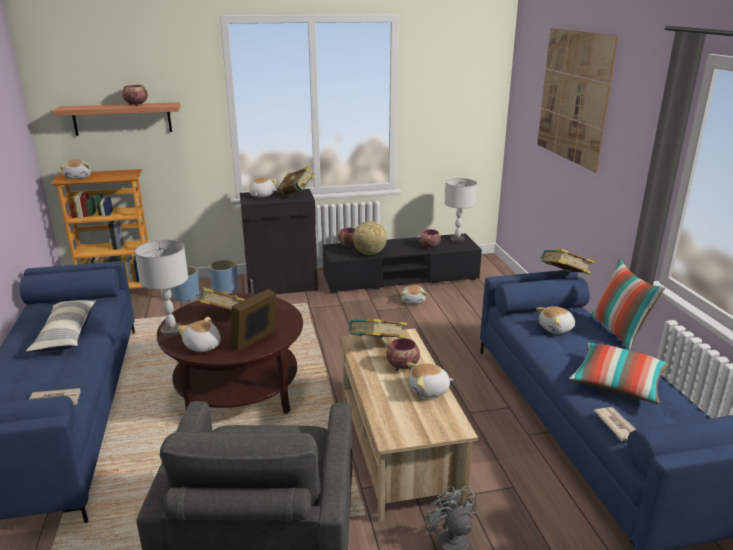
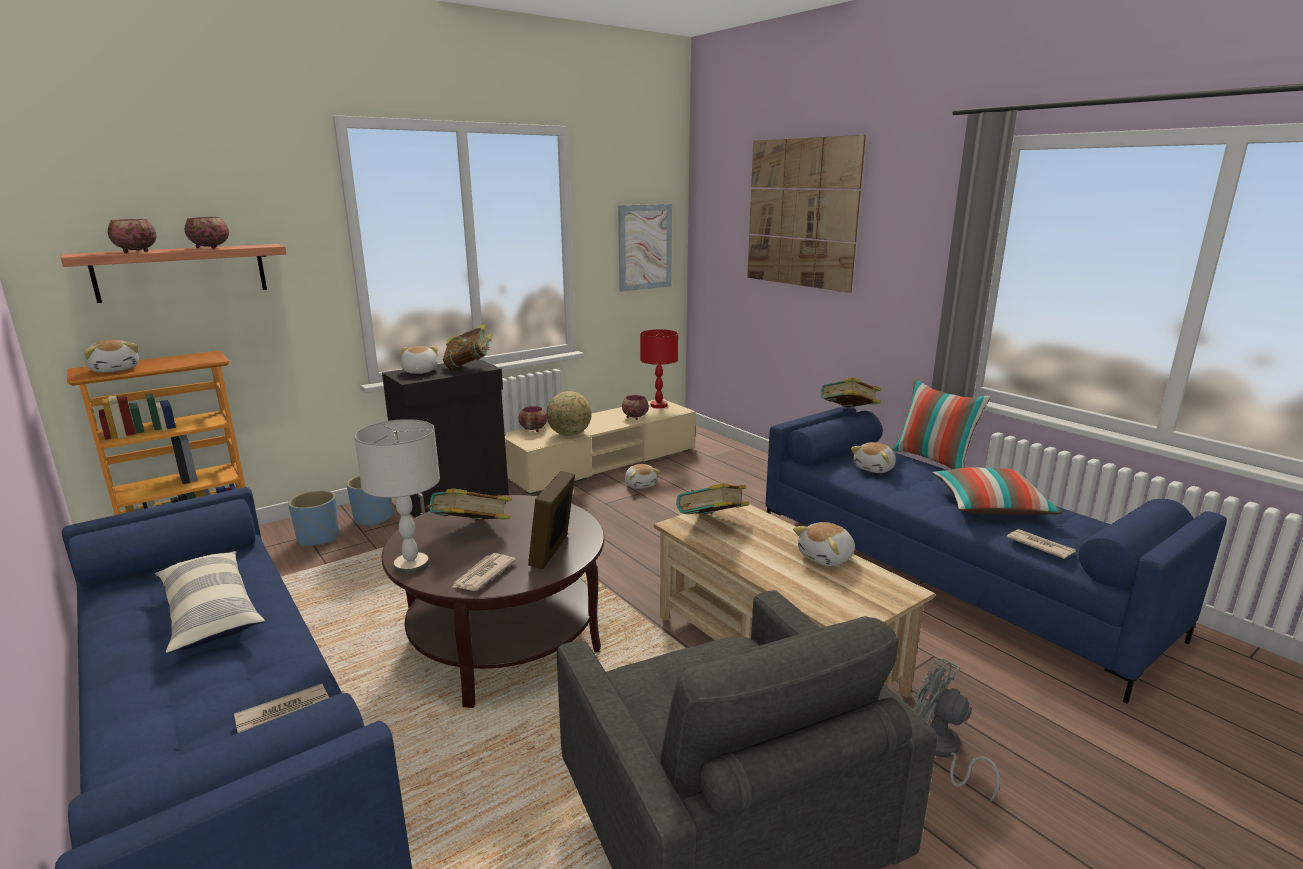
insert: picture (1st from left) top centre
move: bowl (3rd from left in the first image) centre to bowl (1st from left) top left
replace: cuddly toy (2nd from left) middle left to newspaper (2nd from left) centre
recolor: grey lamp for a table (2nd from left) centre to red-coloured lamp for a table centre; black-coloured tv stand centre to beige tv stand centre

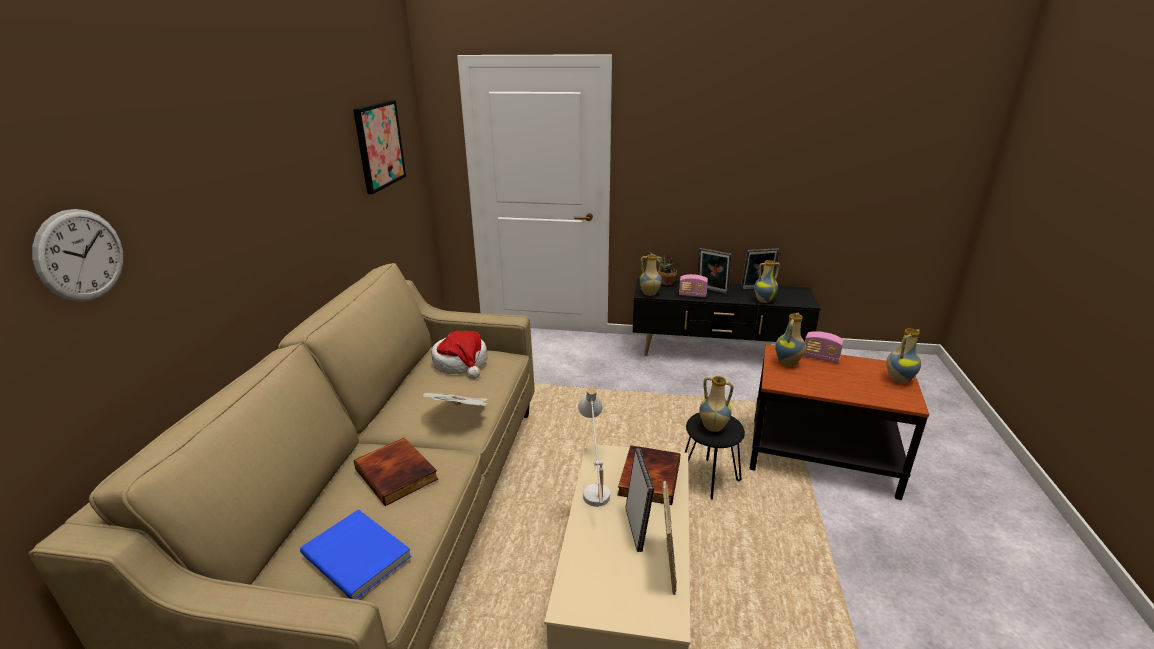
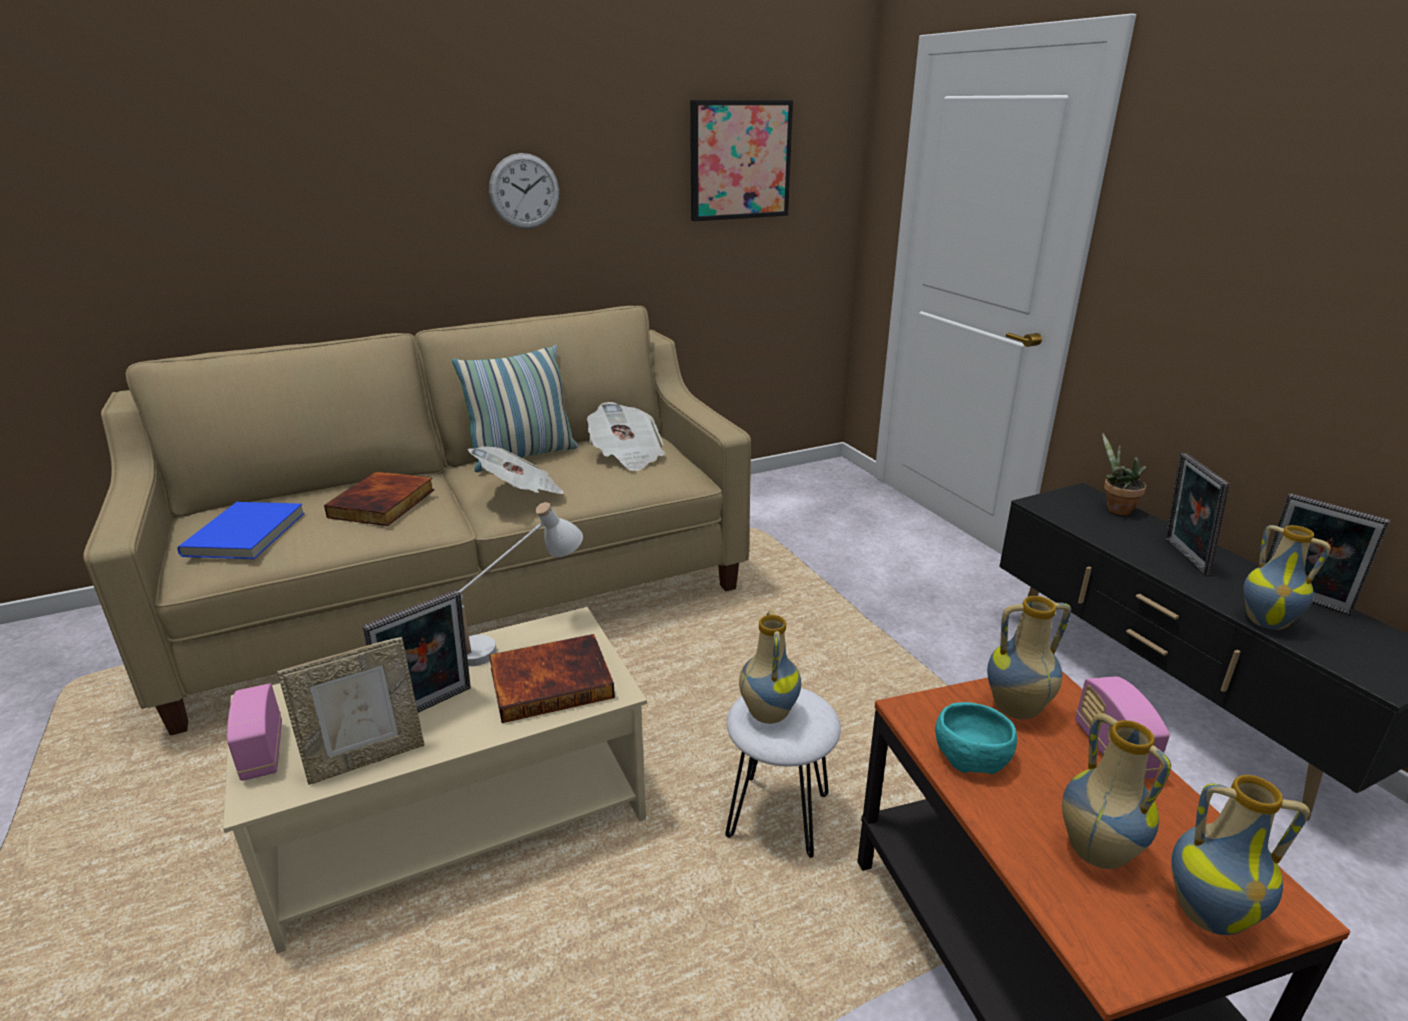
insert: throw pillow centre; turquoise-coloured bowl bottom right
move: hanging clock middle left to top centre; flower vase (1st from left in the first image) centre to flower vase (3rd from left) bottom right; radio (1st from left) centre to bottom left
replace: clothing hat centre to newspaper (2nd from left) centre
recolor: black-coloured stool bottom centre to white stool bottom centre

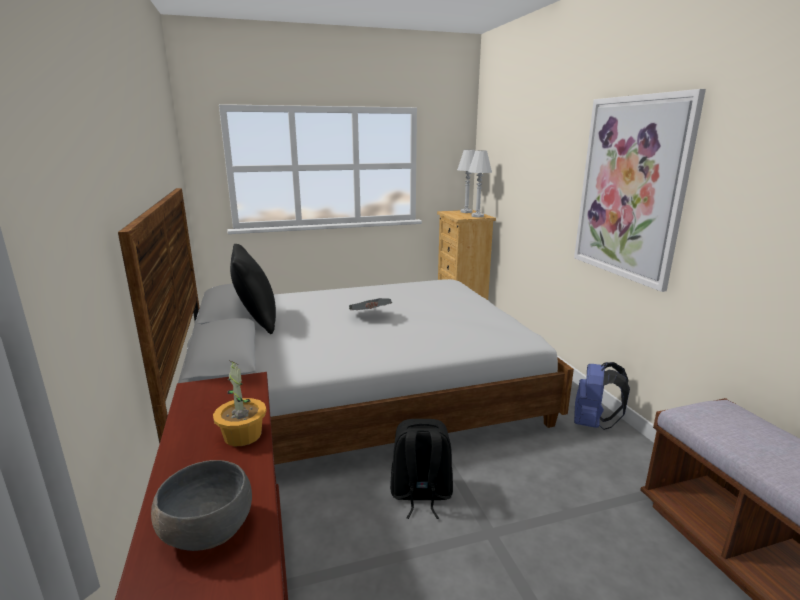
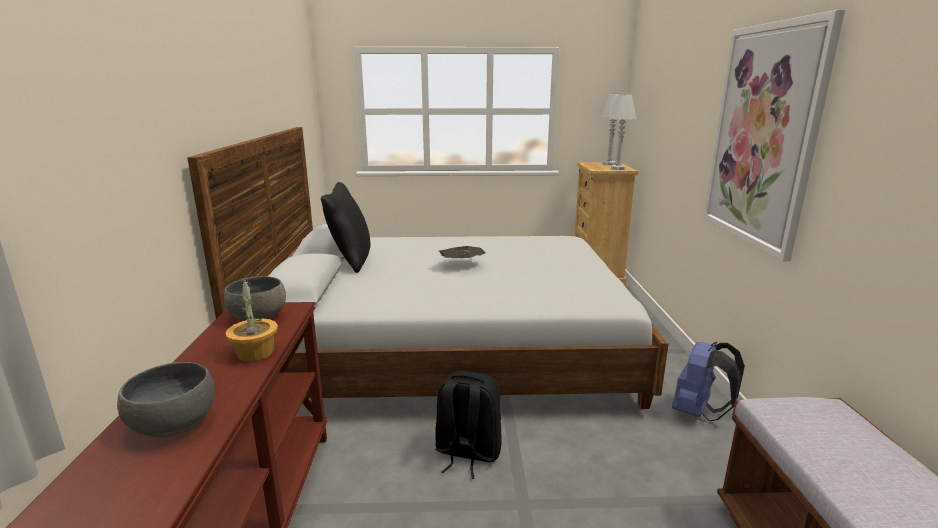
insert: grey bowl (2nd from left) middle left

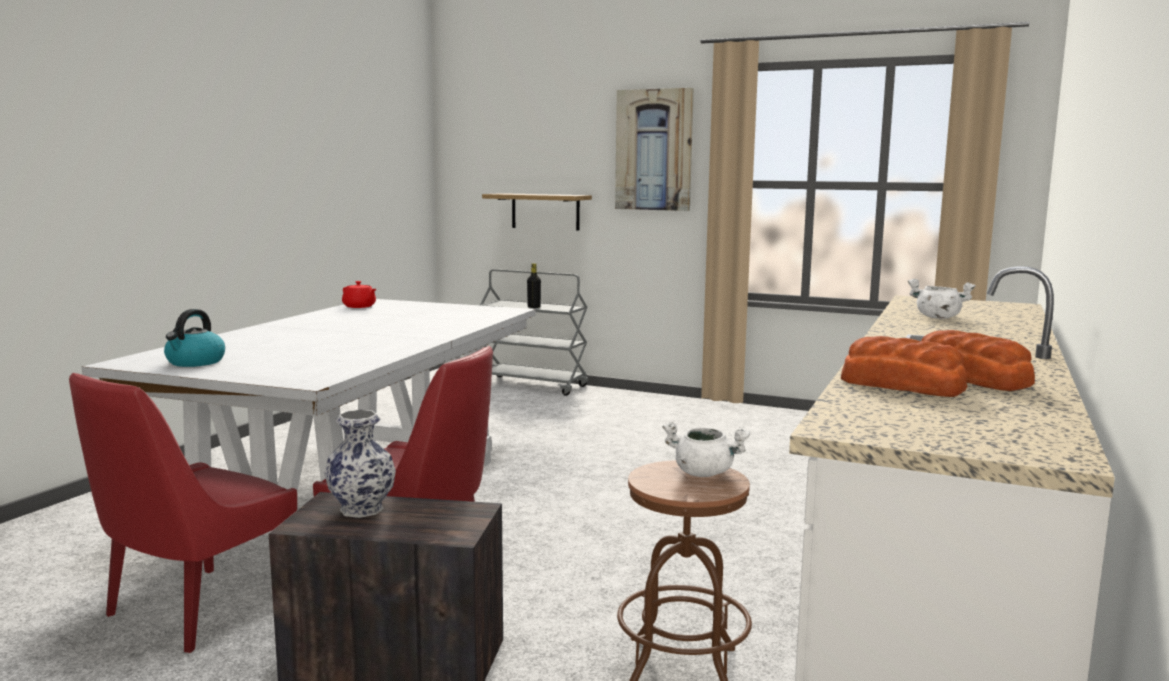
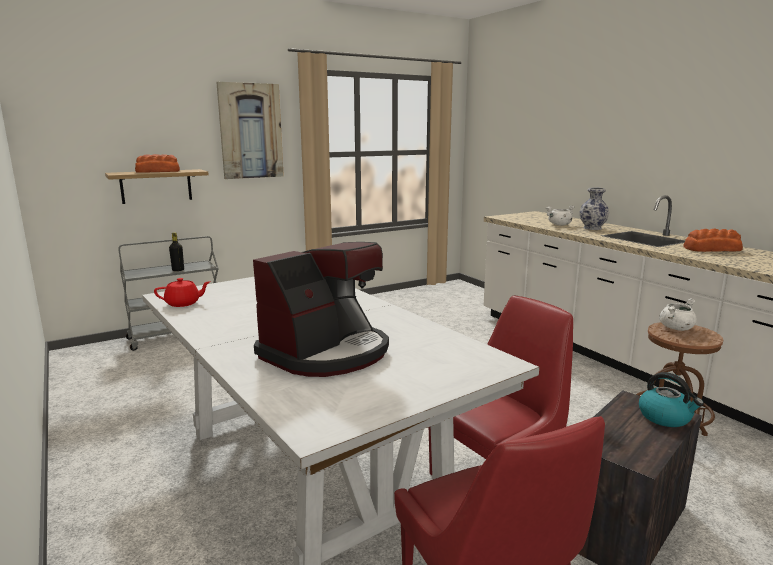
insert: coffee machine centre
move: tea kettle middle left to bottom right; bakery bread (1st from left) middle right to top left; flower vase bottom left to middle right

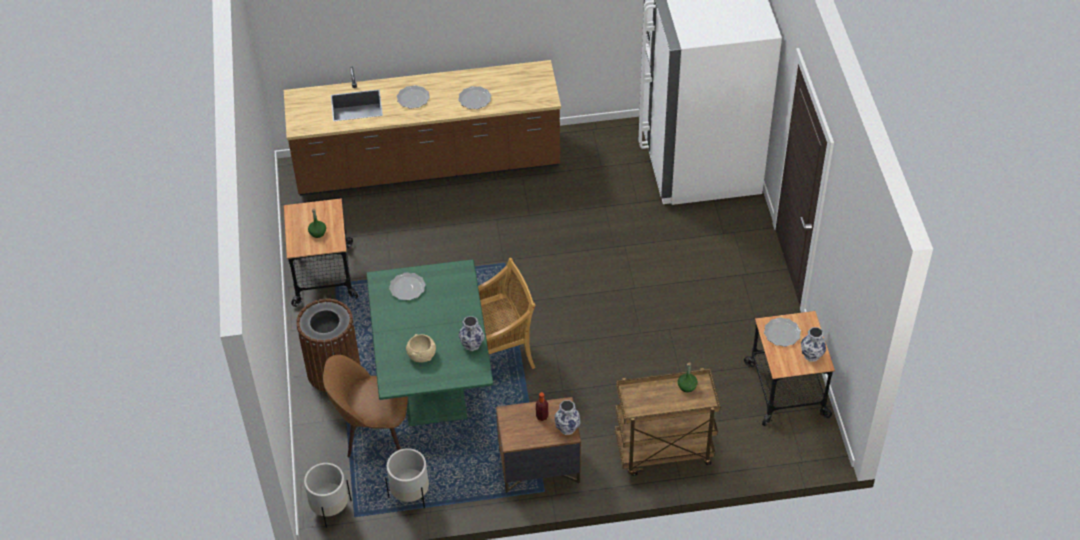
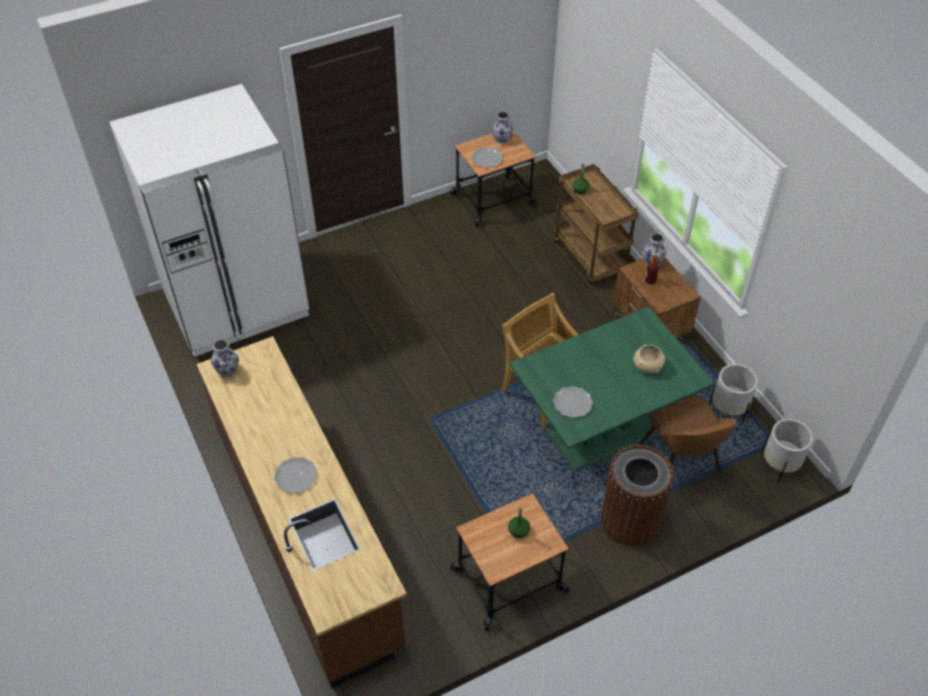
delete: dinner plate (3rd from left) top centre
move: flower vase (1st from left) centre to middle left

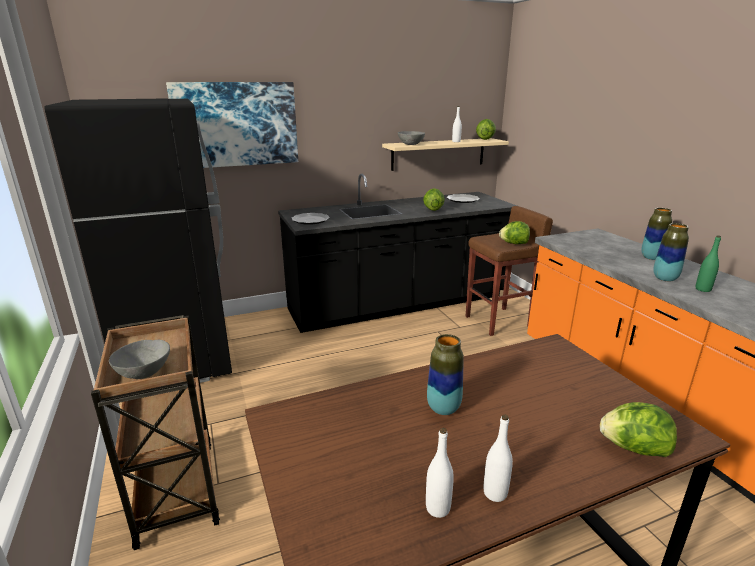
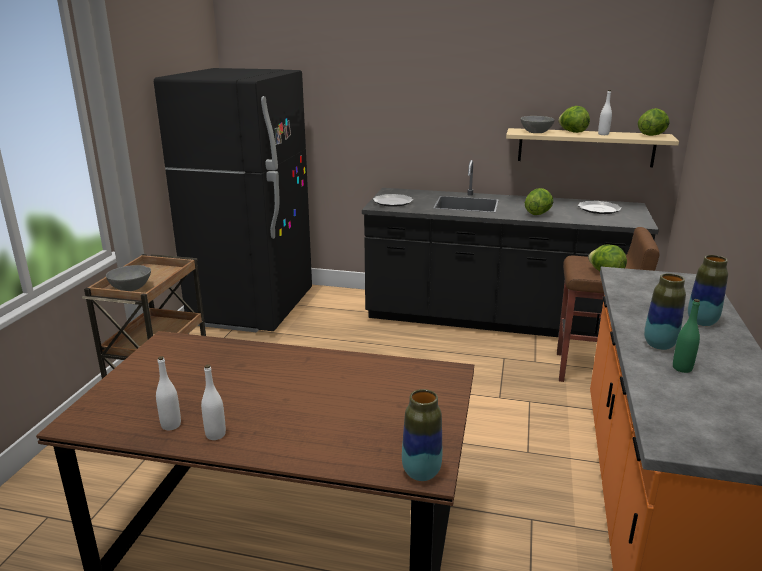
delete: picture top left
move: flower vase (1st from left) centre to bottom centre; lettuce (4th from left in the first image) bottom right to lettuce (2nd from left) top right

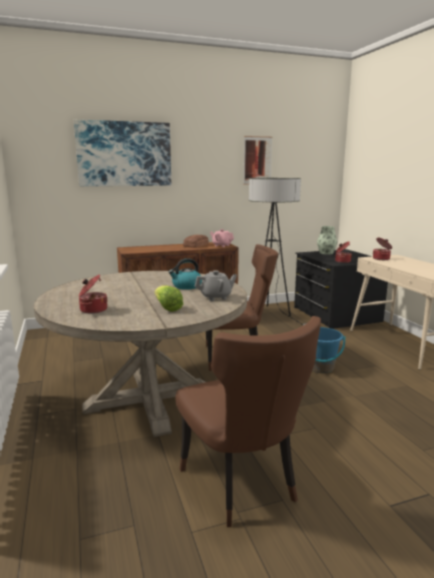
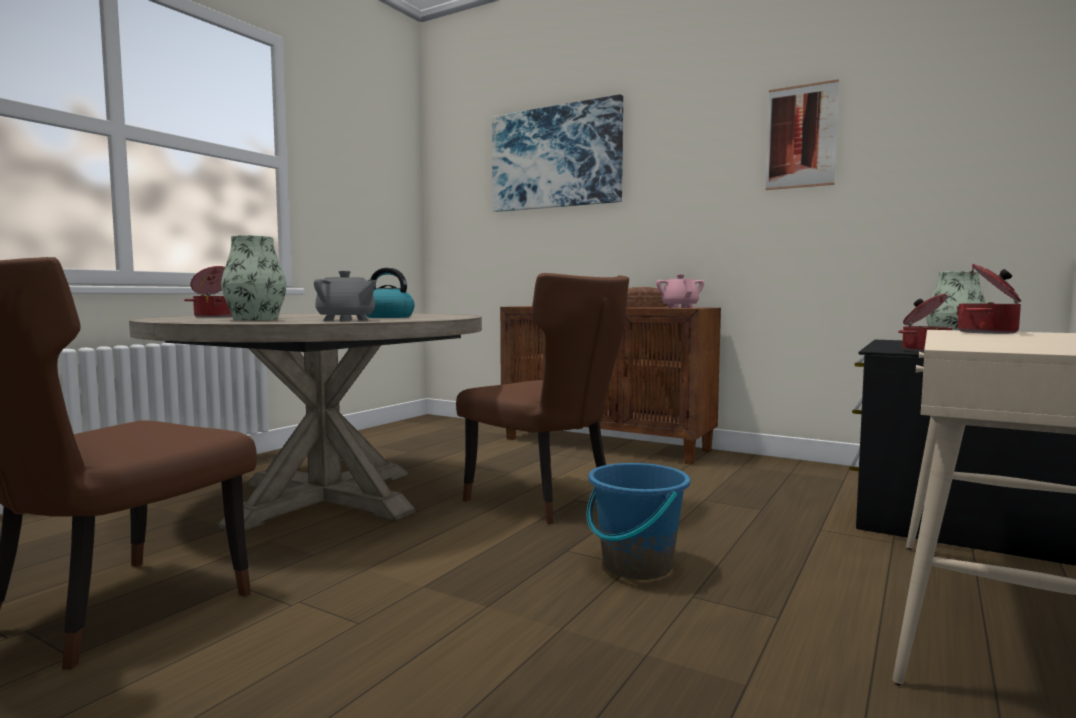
delete: floor lamp centre
replace: lettuce centre to flower vase (1st from left) middle left

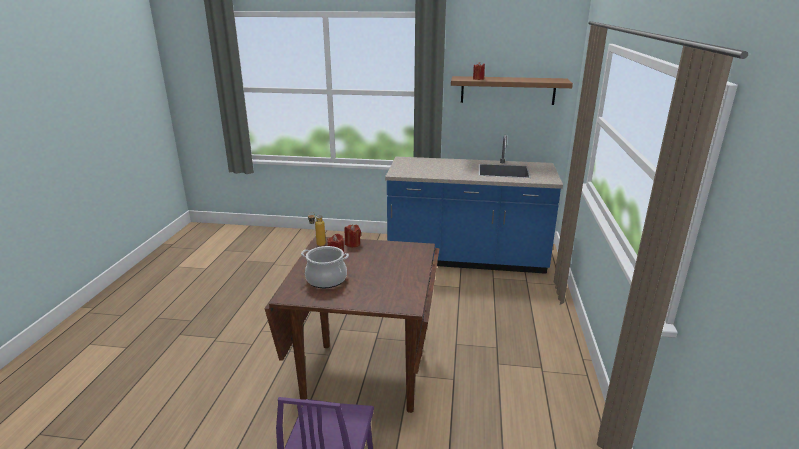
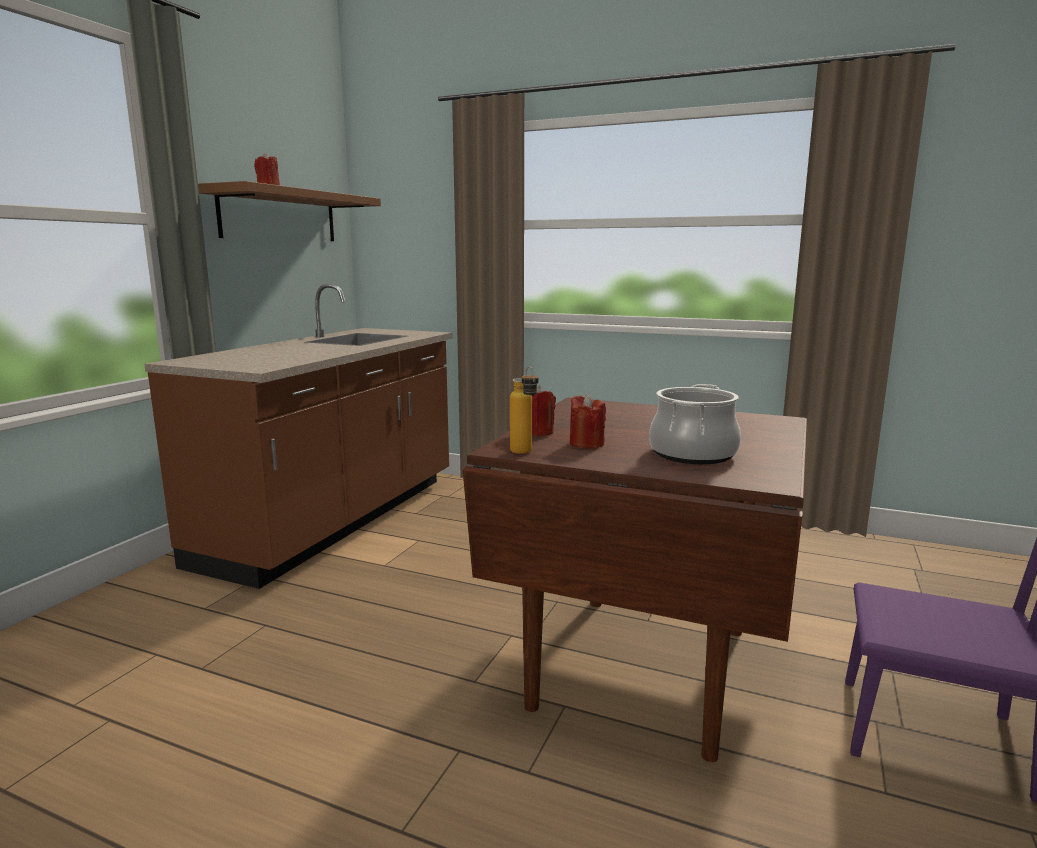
recolor: blue-coloured kitchen counter centre to brown kitchen counter middle left

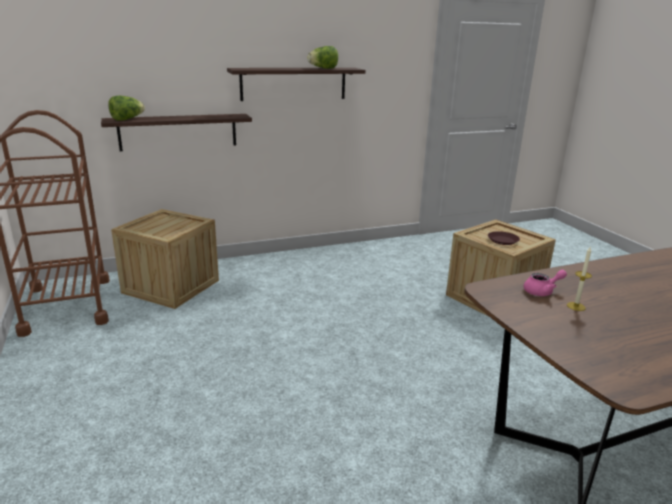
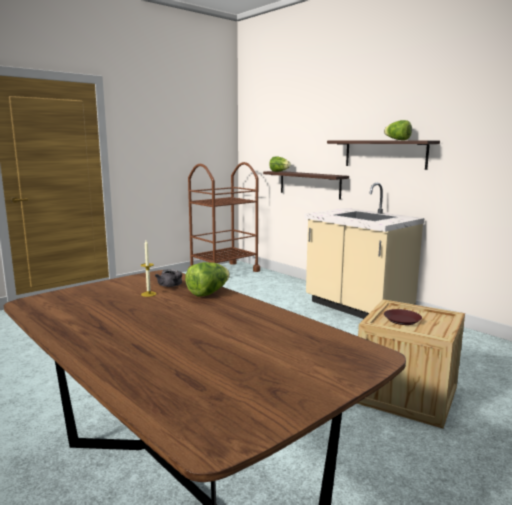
delete: packing crate (1st from left) middle left
insert: beige kitchen counter middle right; lettuce (1st from left) centre
recolor: pinkish pot for tea middle right to grey pot for tea middle left

